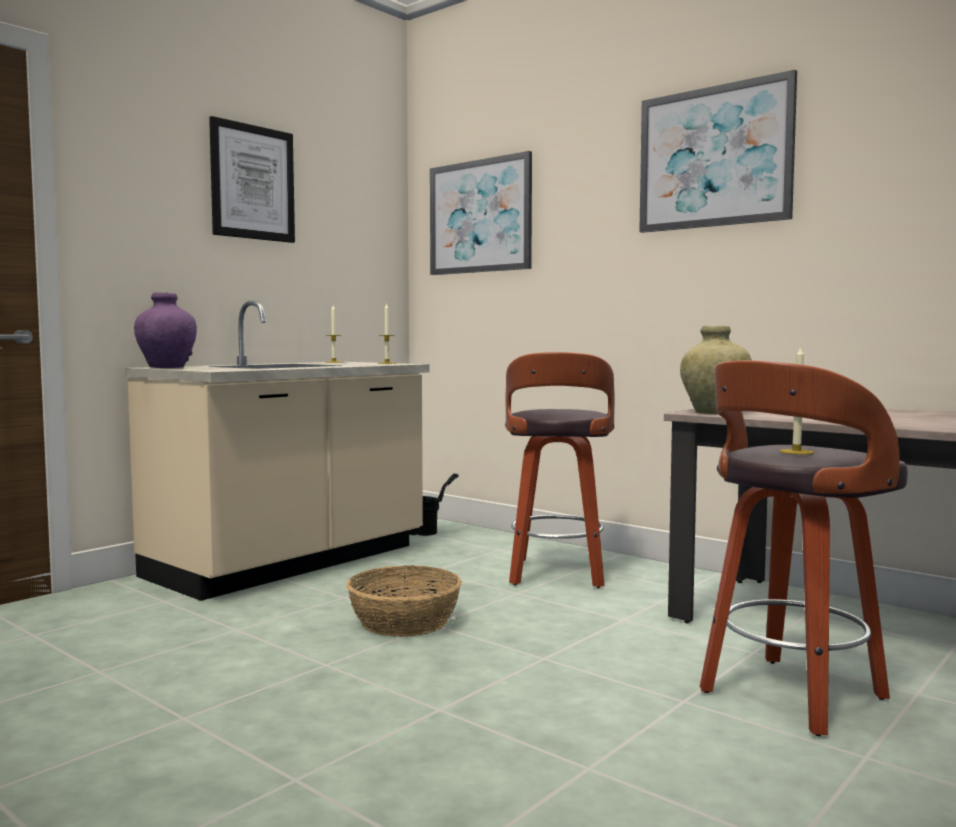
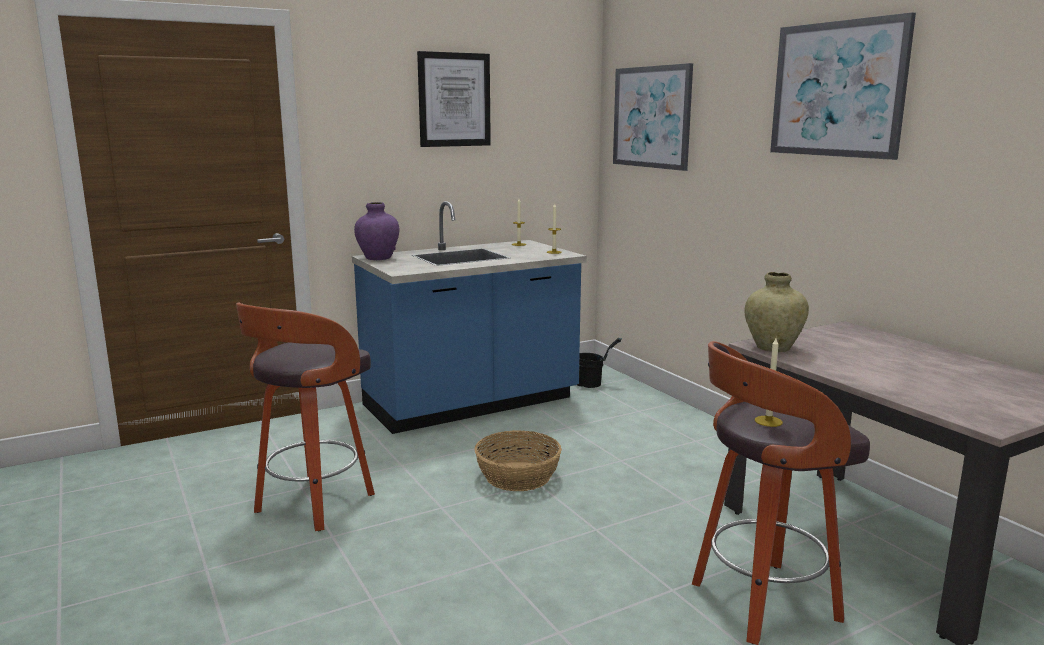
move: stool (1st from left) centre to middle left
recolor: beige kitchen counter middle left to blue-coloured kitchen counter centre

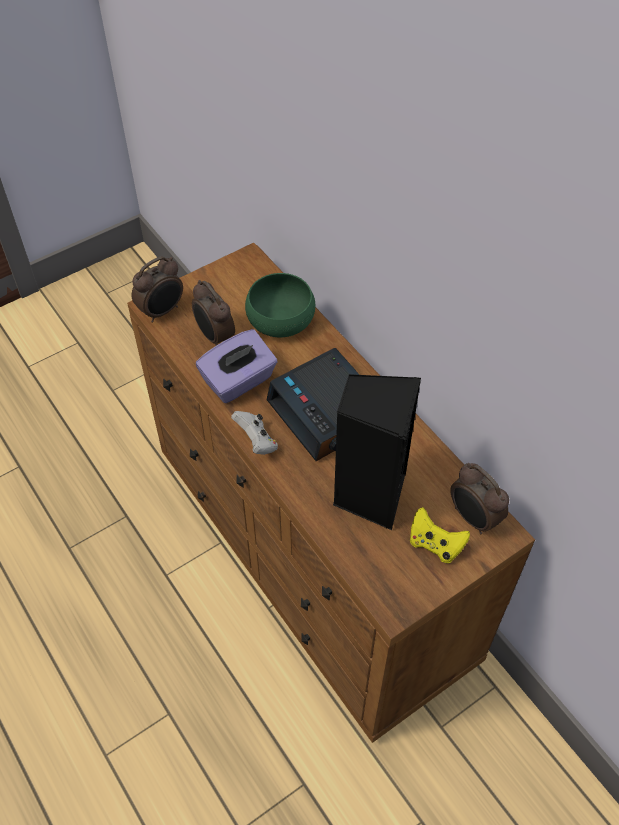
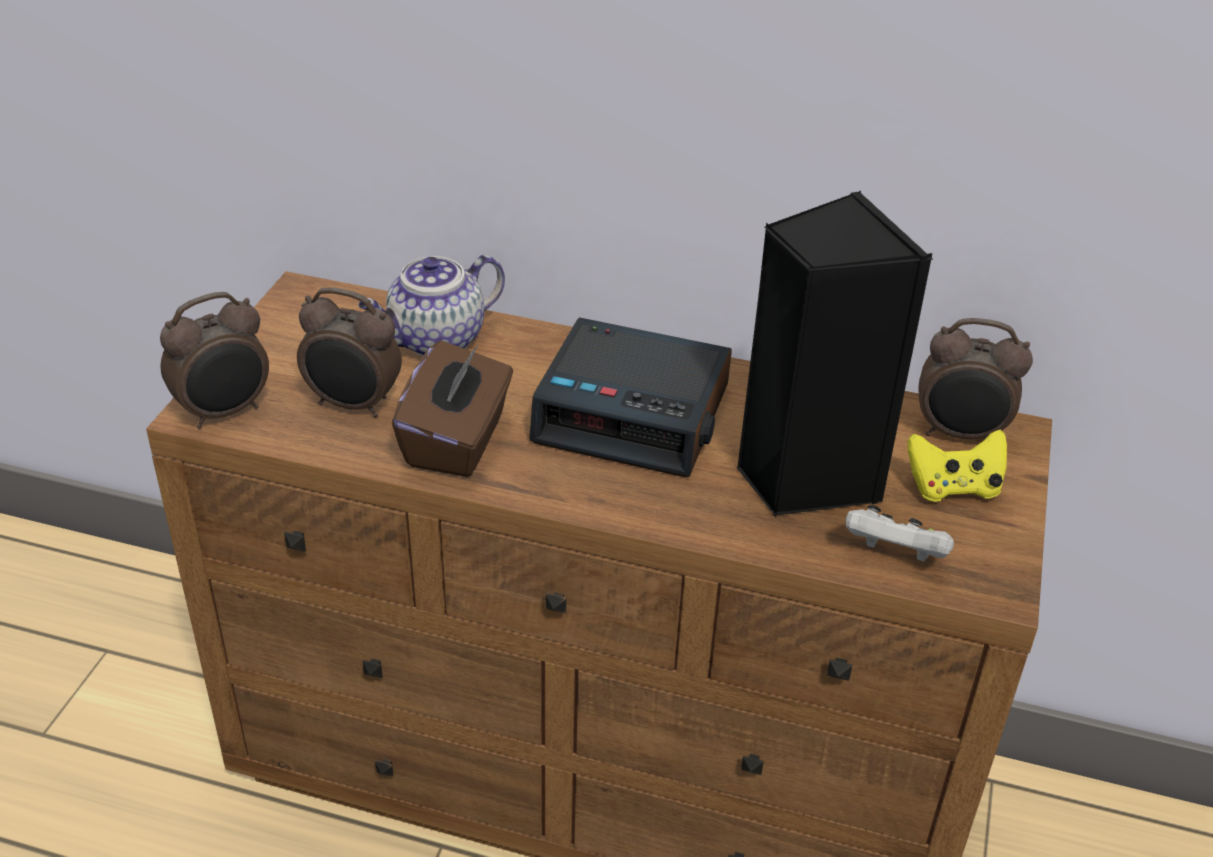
move: white game controller centre to middle right
replace: green-coloured bowl centre to pot for tea centre
recolor: purplish tissue box centre to brown tissue box centre
rotate: bedside clock (1st from left) middle left = middle left 45 degrees clockwise

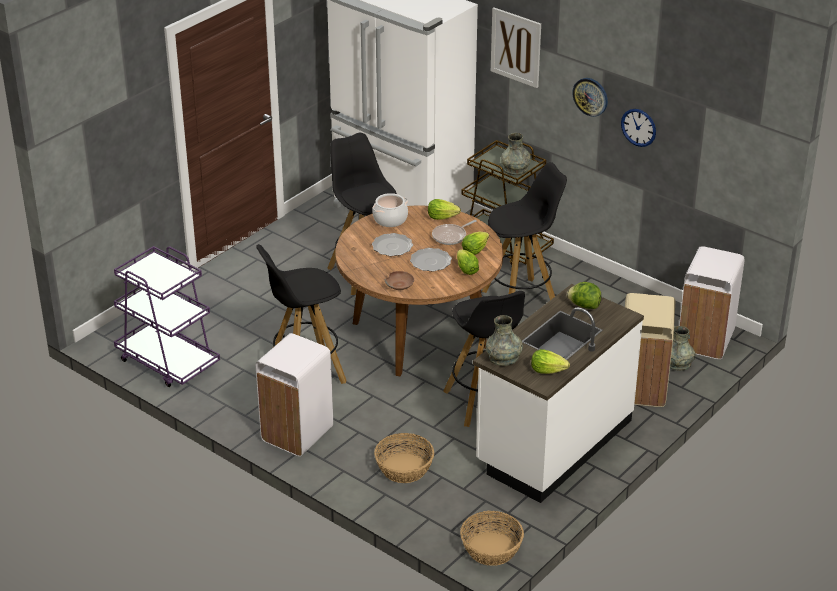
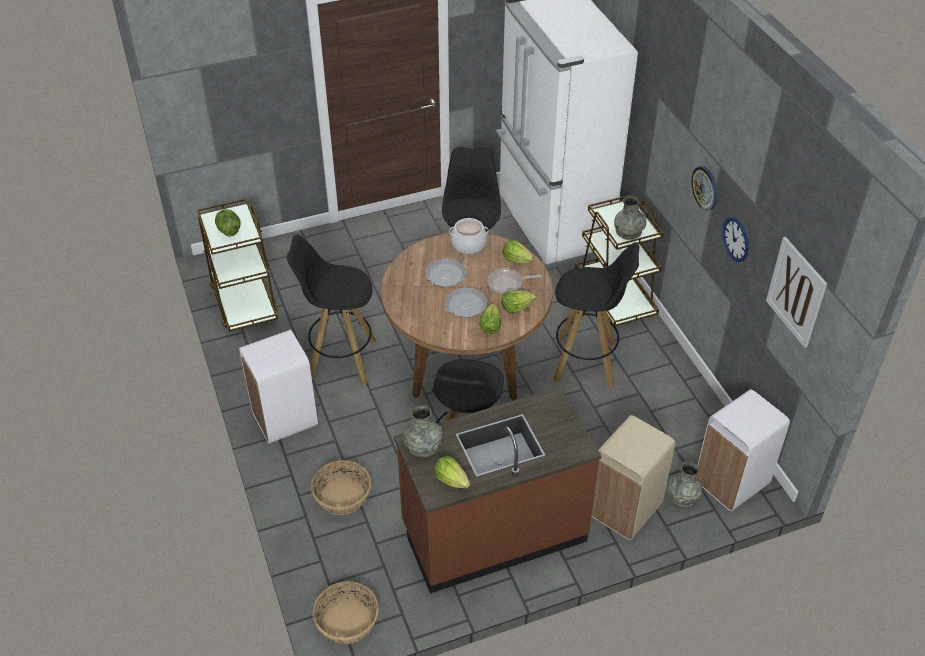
delete: brown bowl centre
move: picture top centre to middle right; lettuce (5th from left in the first image) middle right to lettuce (1st from left) middle left
recolor: purplish wheeled cart middle left to brown wheeled cart (1st from left) middle left; white kitchen counter middle right to brown kitchen counter bottom centre

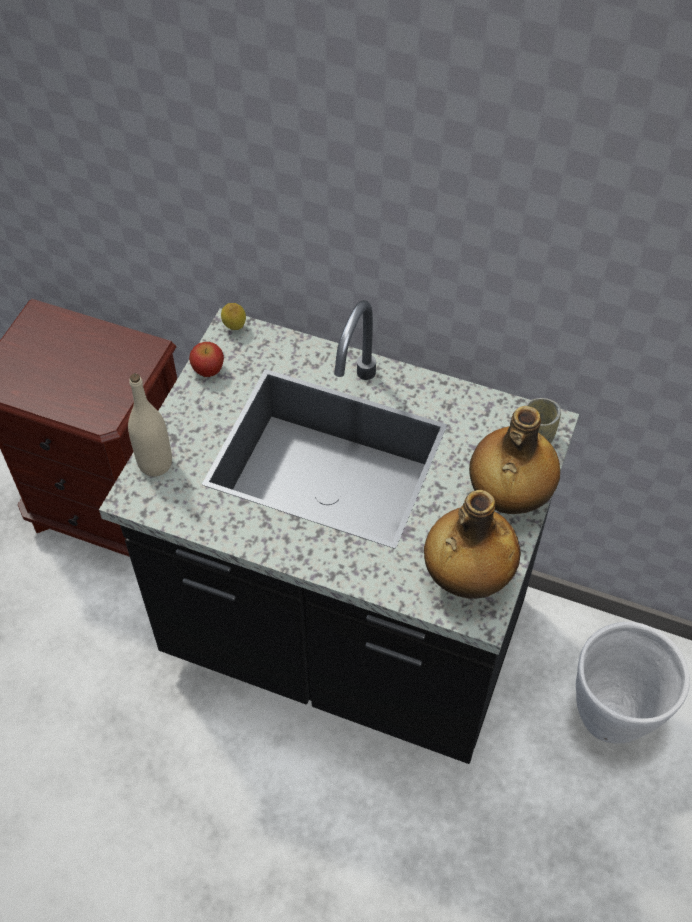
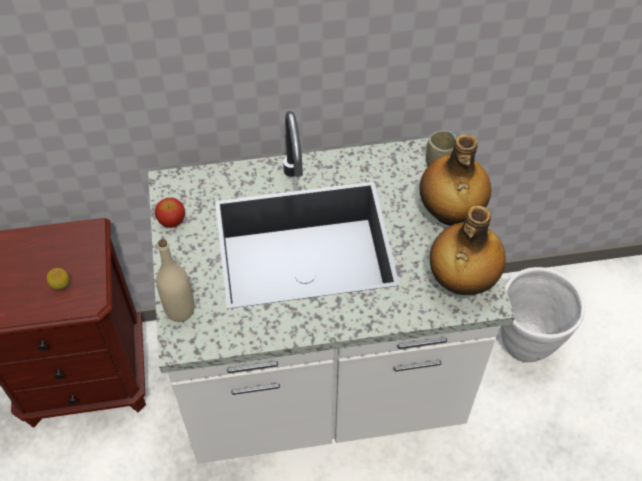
move: citrus fruit centre to middle left
recolor: black-coloured kitchen counter centre to white kitchen counter centre

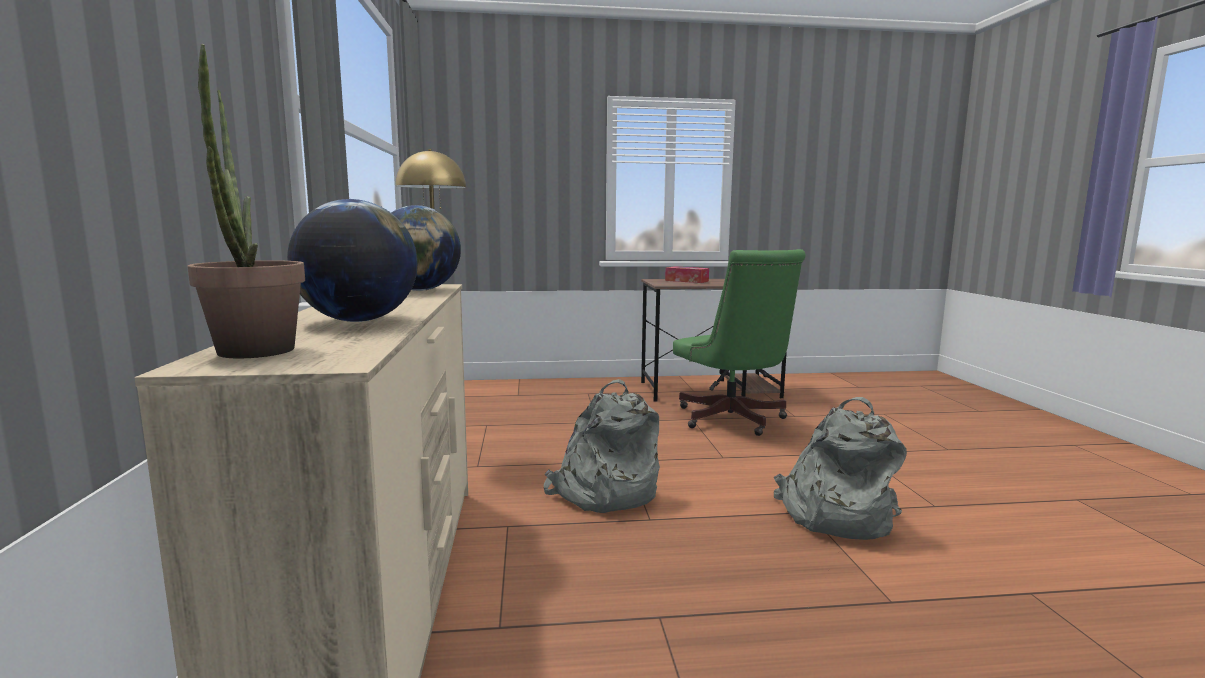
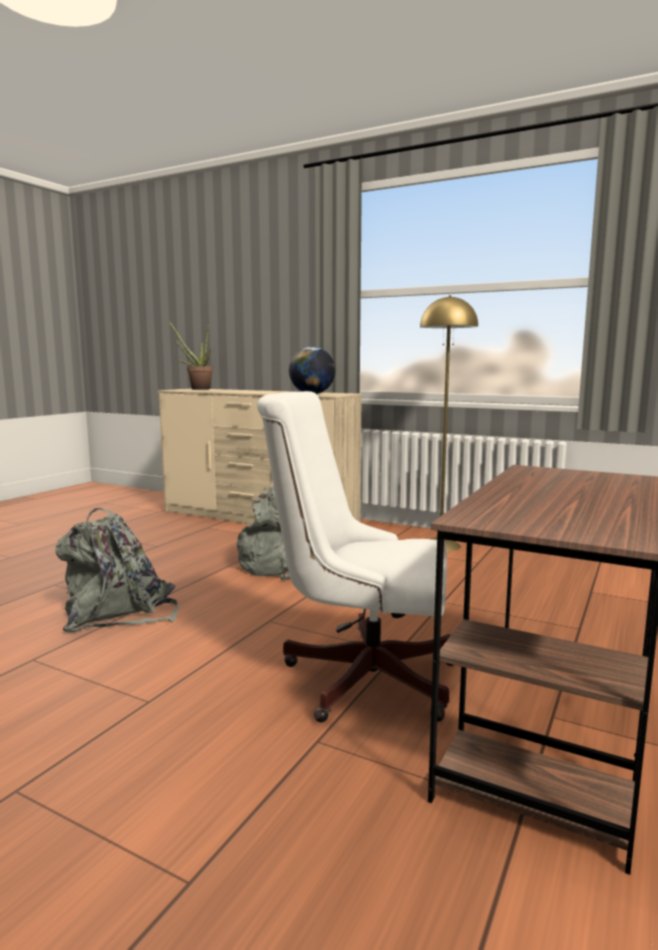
delete: desk globe (1st from left) middle left; tissue box centre
recolor: green-coloured desk chair centre to white desk chair centre

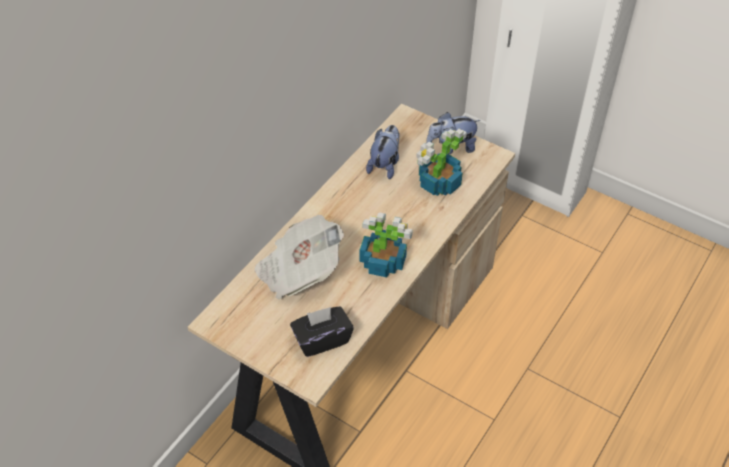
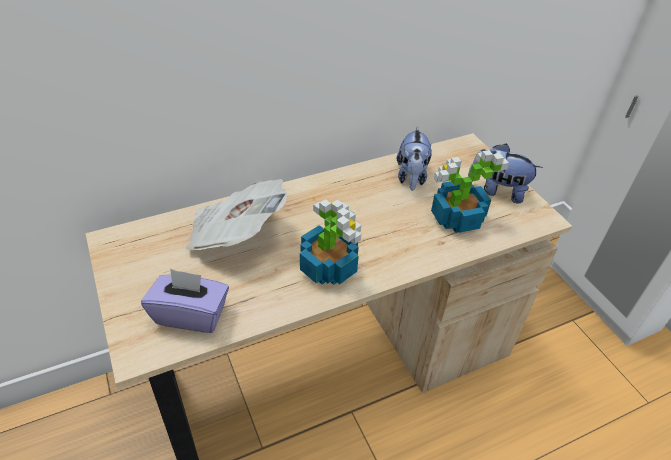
recolor: black-coloured tissue box bottom centre to purplish tissue box middle left
rotate: cuddly toy (1st from left) top centre = centre 135 degrees clockwise

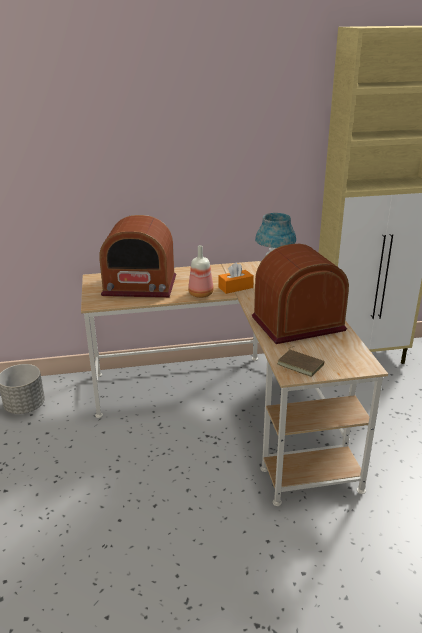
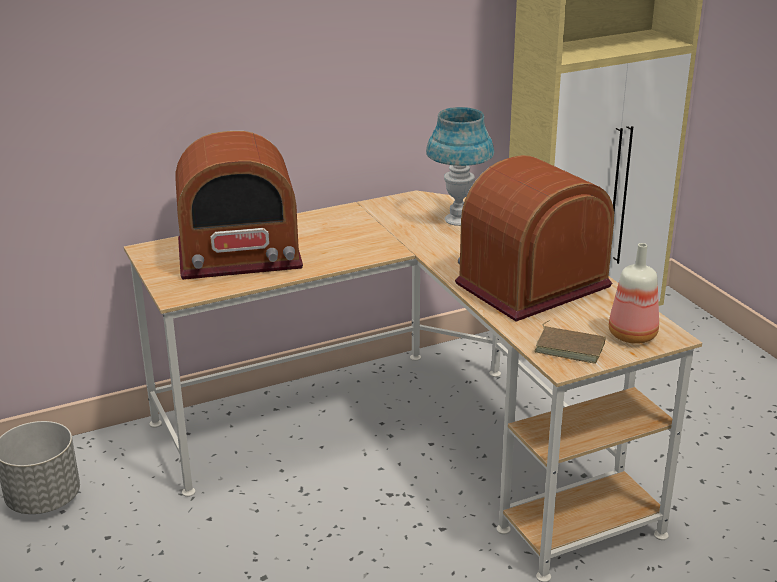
delete: orangey tissue box centre
move: beverage bottle centre to middle right

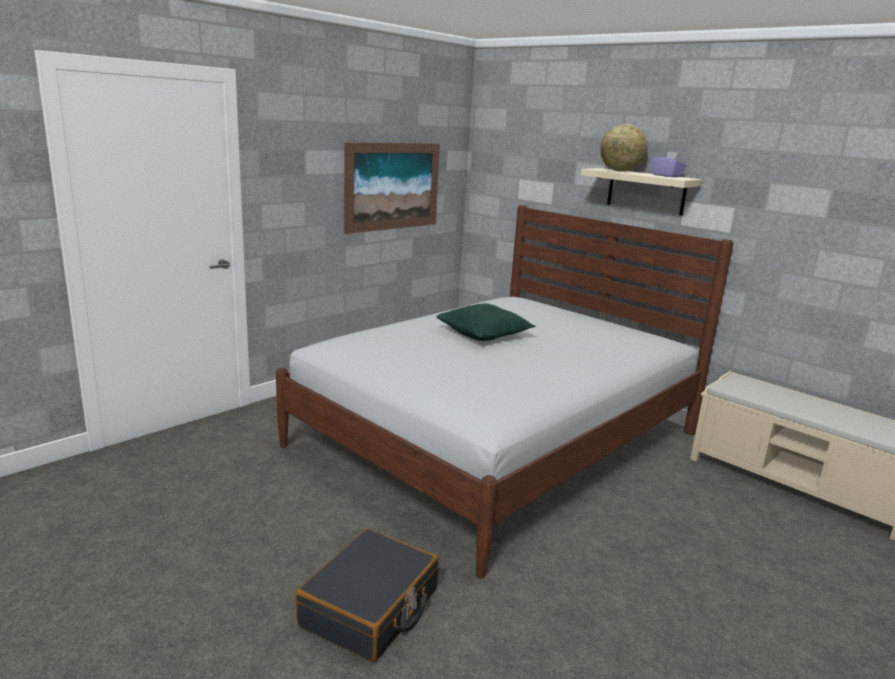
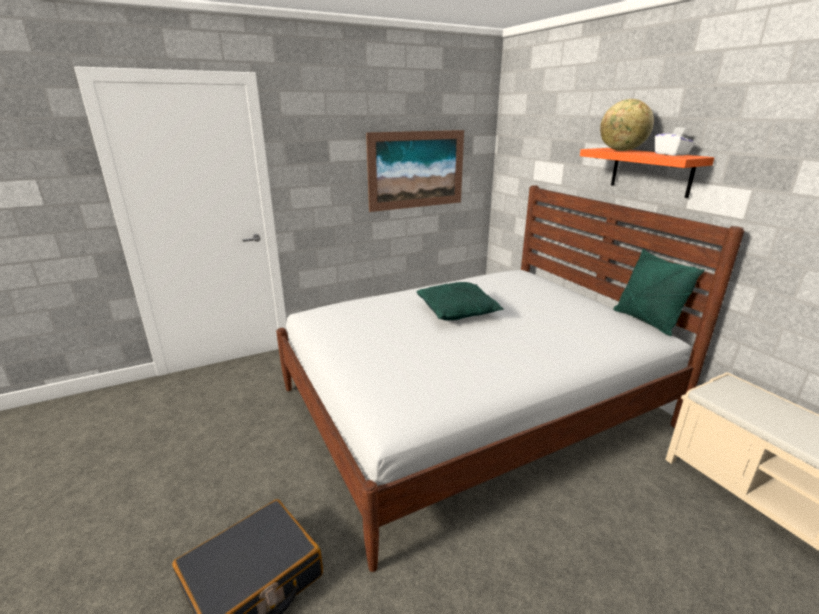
insert: green-coloured throw pillow (2nd from left) middle right
recolor: purplish tissue box top right to white tissue box top right; beige wall shelf top right to orangey wall shelf top right

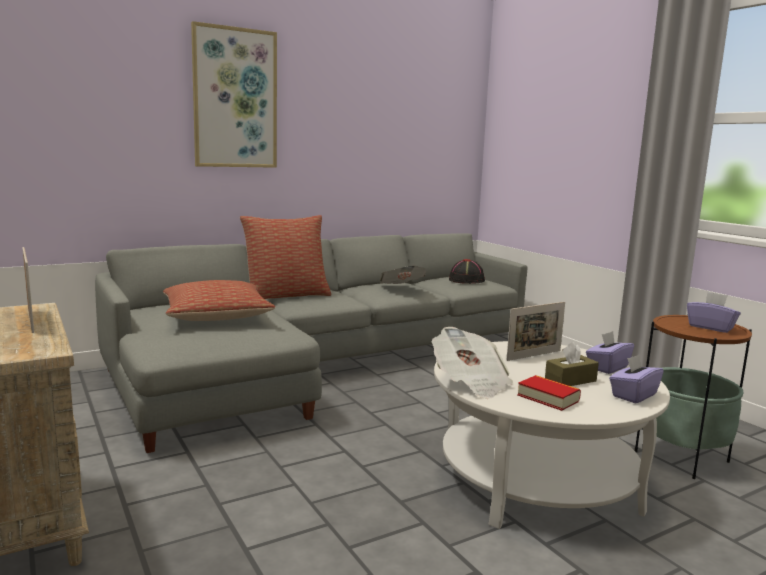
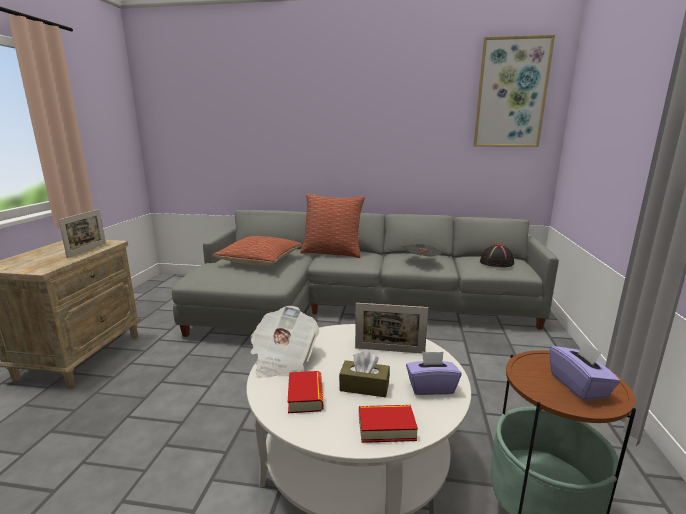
move: picture top left to top right
replace: purplish tissue box (2nd from left) middle right to volume (2nd from left) bottom centre

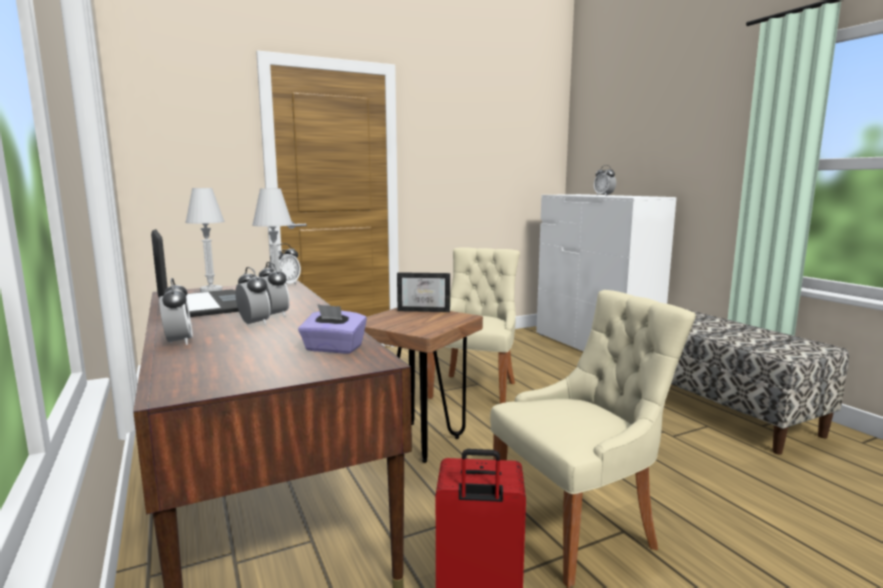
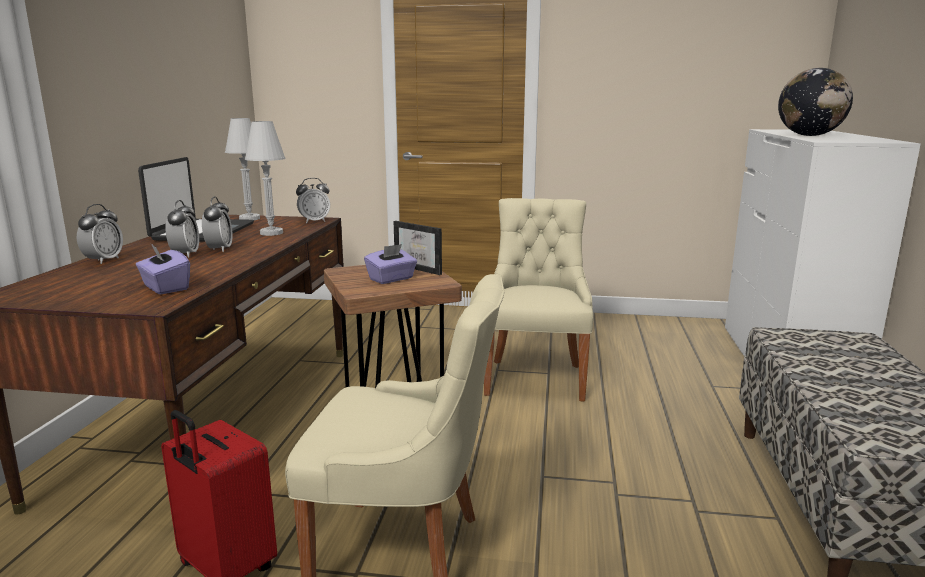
insert: purplish tissue box (2nd from left) centre
replace: bedside clock (5th from left) top right to desk globe top right
rotate: beige chair (1st from left in the first image) centre = centre 45 degrees counterclockwise

